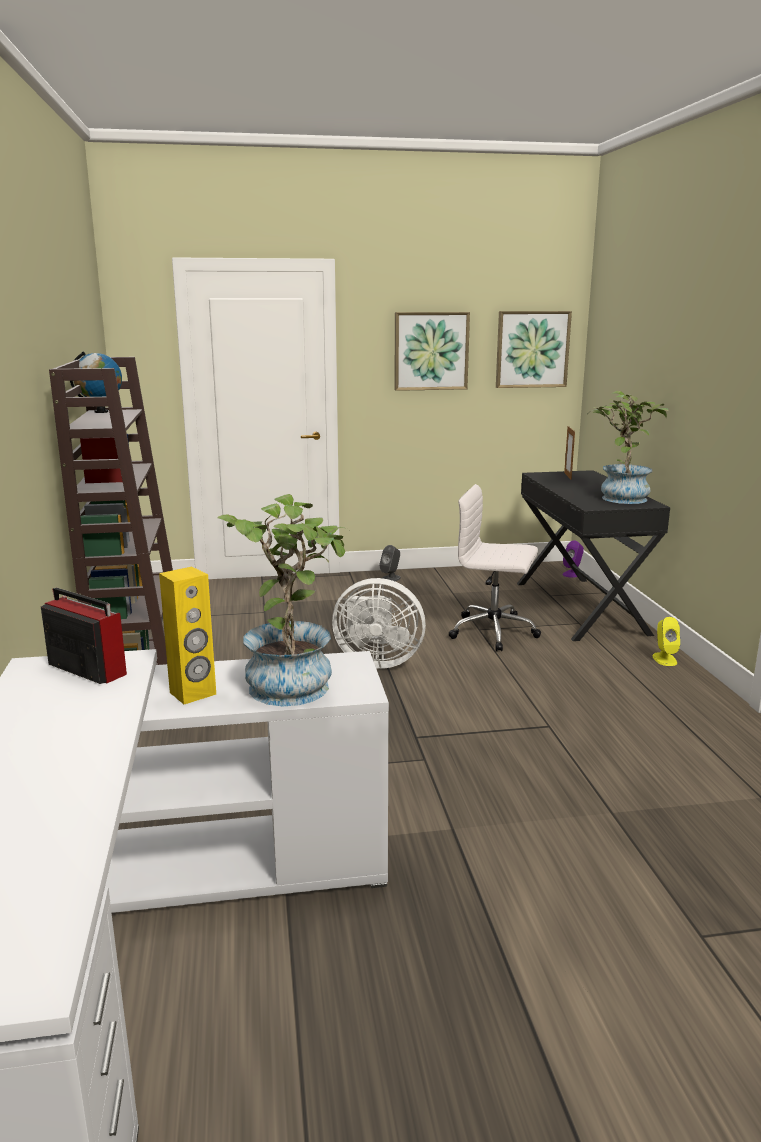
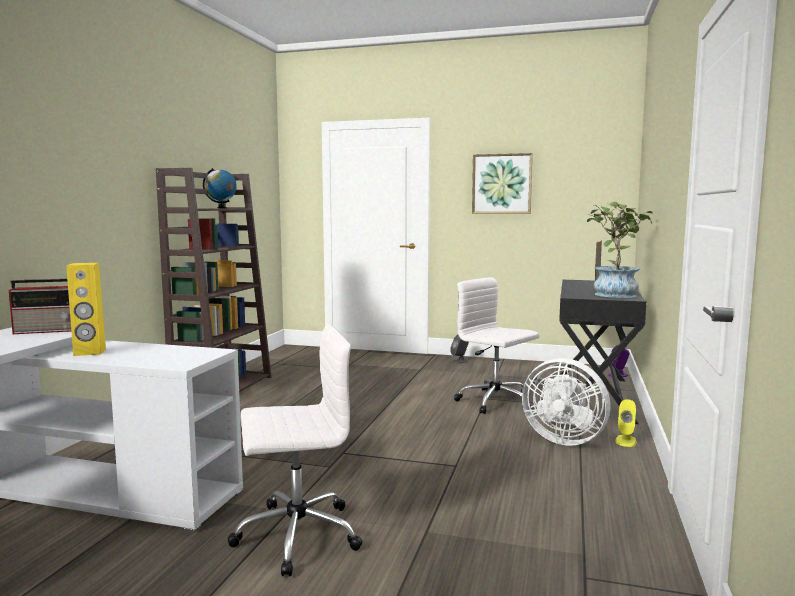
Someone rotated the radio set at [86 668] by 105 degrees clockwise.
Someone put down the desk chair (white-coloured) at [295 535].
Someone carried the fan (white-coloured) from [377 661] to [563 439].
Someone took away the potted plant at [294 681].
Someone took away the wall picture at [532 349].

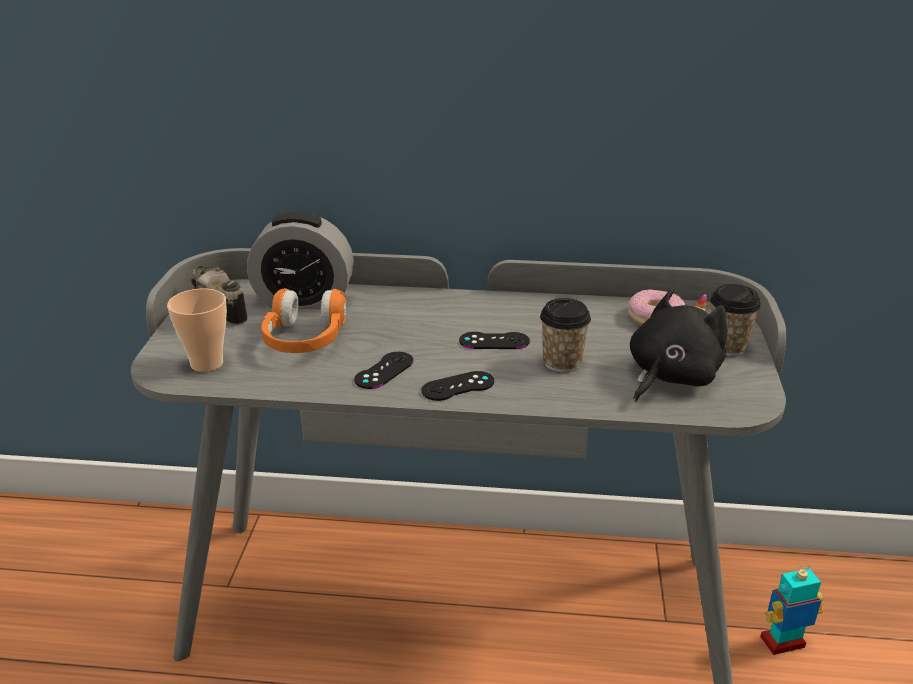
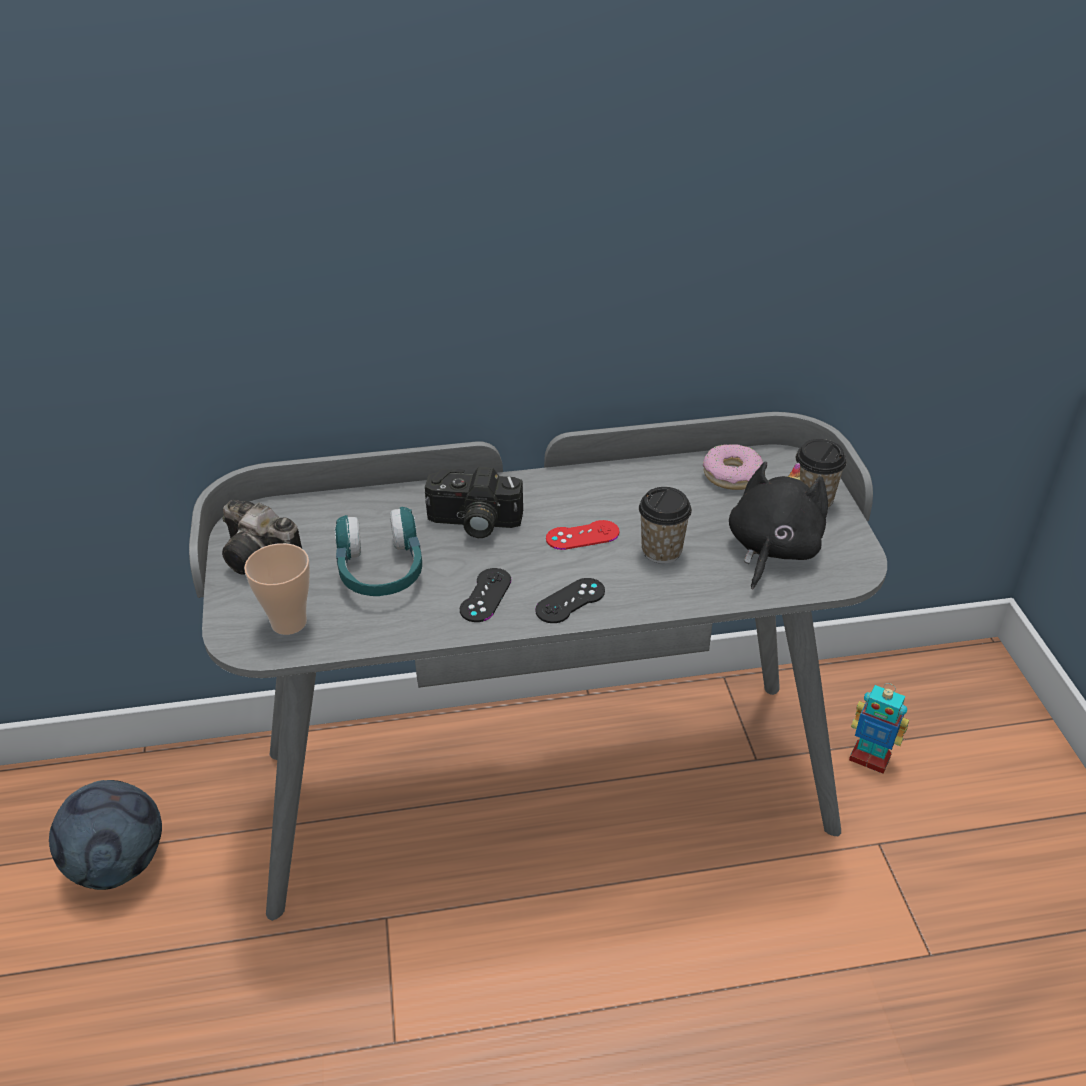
Someone put down the football ball at [119 864].
Someone repainted the headset (orange) at [304 340], which became the headset (blue-green) at [381 570].
Someone put down the still camera at [473 523].
Someone repainted the game controller (blackish) at [494 341], which became the game controller (red-coloured) at [582 535].
Someone rotated the toy robot at [783 643] by 120 degrees counterclockwise.
Someone took away the bedside clock at [304 300].

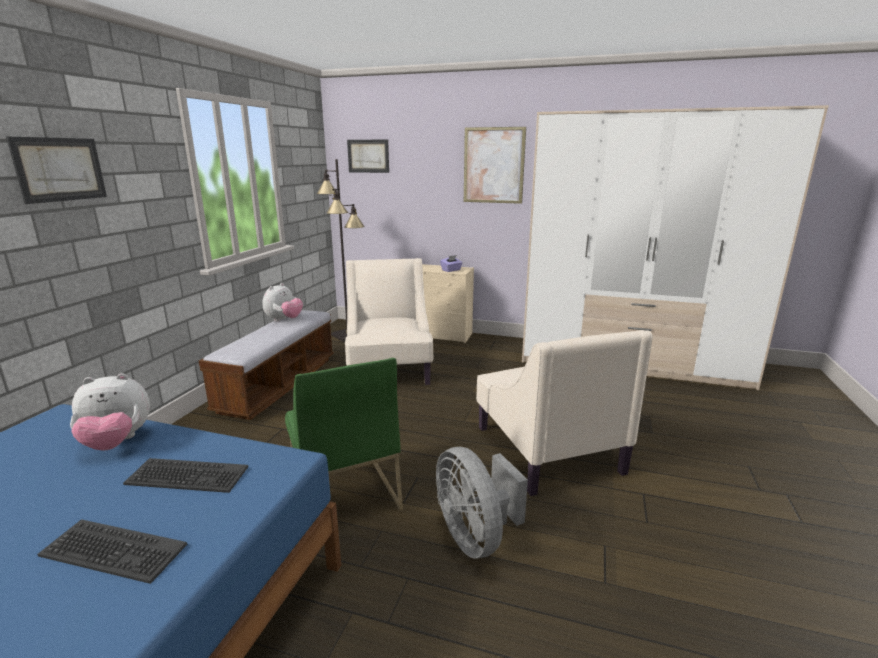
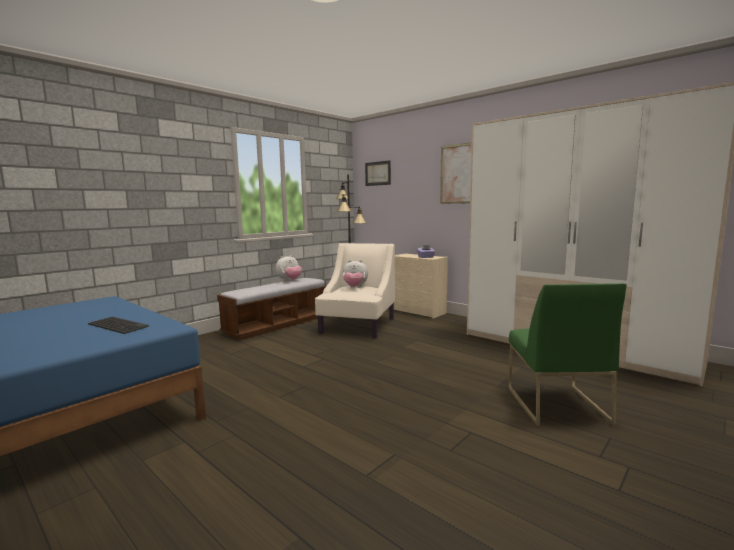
Someone carried the plush toy from [117 443] to [355 287].
Someone carried the chair (green) from [344 493] to [555 404].
Someone took away the wall picture at [60 169].
Someone took away the PC keyboard at [112 552].
Someone took away the fan (grey) at [475 536].
Someone took away the armchair (sand-coloured) at [547 448].

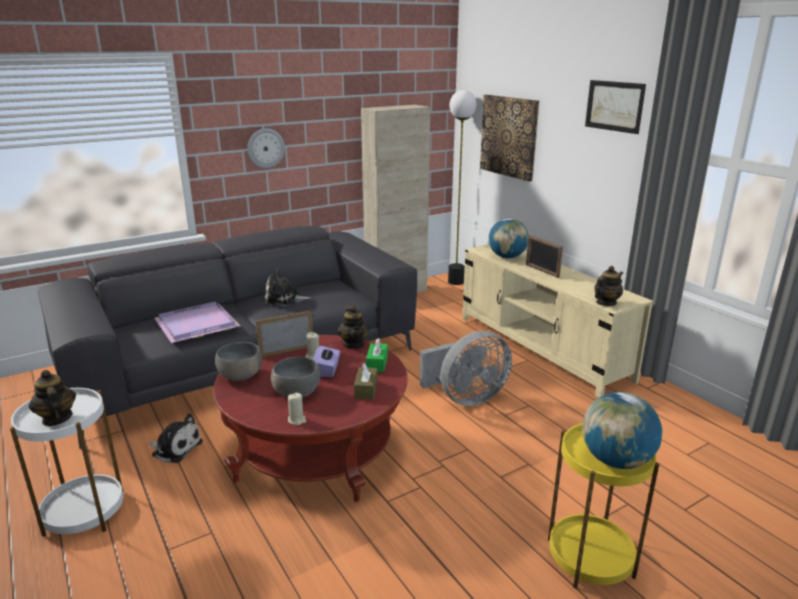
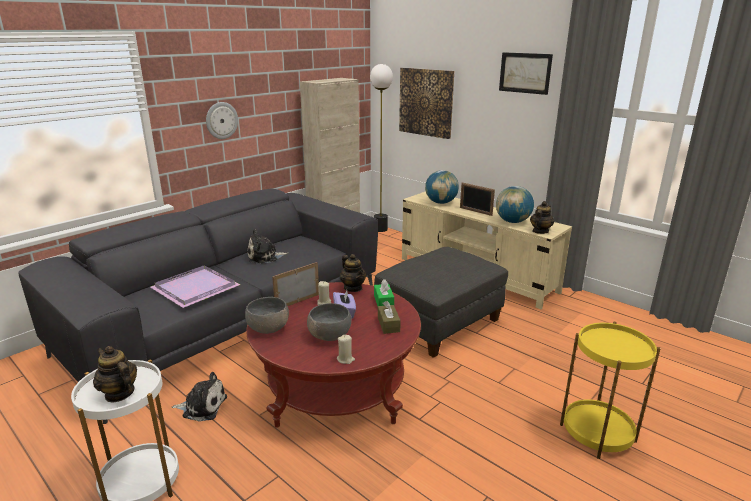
Someone swapped the fan (grey) at [466 398] for the footrest (grey) at [439 323].
Someone carried the world globe from [616 460] to [512 221].

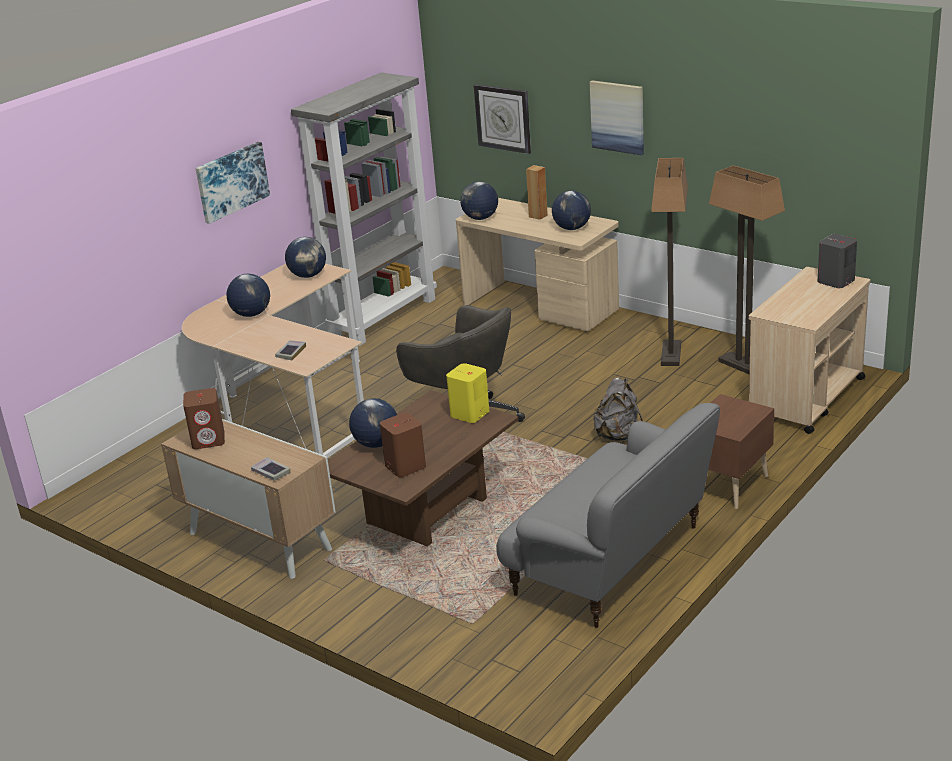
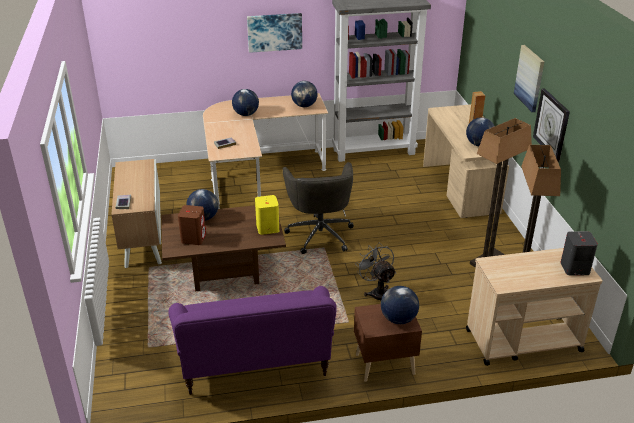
Someone repainted the couch (grey) at [611 562], which became the couch (purplish) at [255 363].
Someone swapped the rucksack (grey) at [619 436] for the fan (grey) at [377 292].
Someone carried the world globe from [480 218] to [398 319].
Someone carried the clock on the wall from [503 118] to [551 124].
Someone took away the loudspeaker (brown) at [209 440].

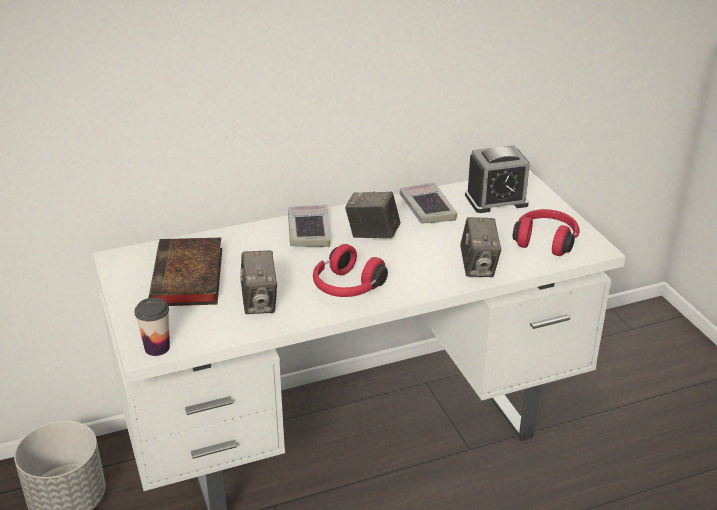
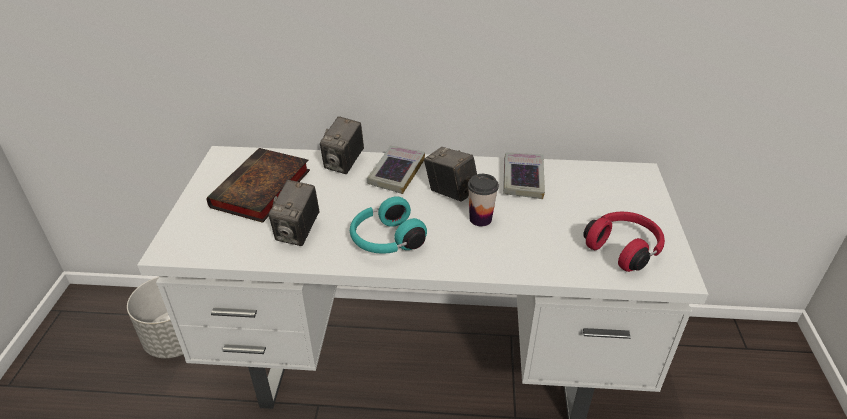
Someone carried the still camera from [478 267] to [344 163].
Someone repainted the headset (red-coloured) at [346 287], which became the headset (blue-green) at [386 240].
Someone carried the cup from [157 348] to [480 219].
Someone took away the bedside clock at [496 200].

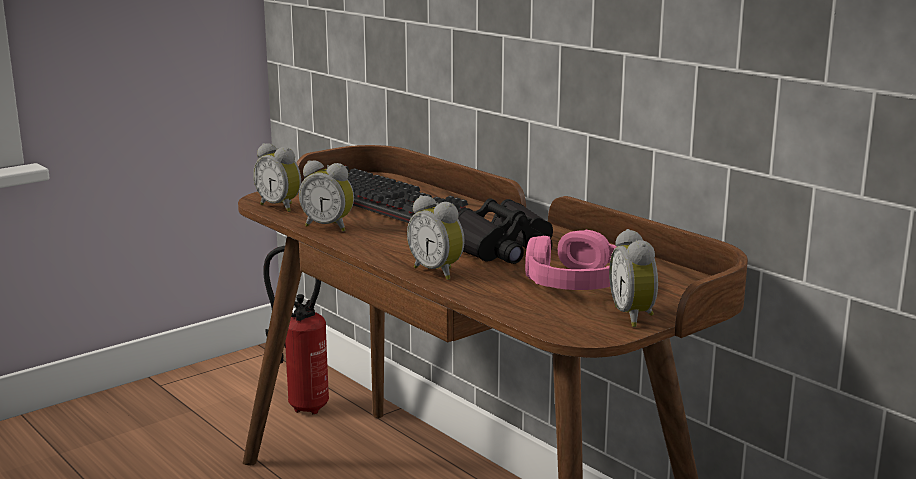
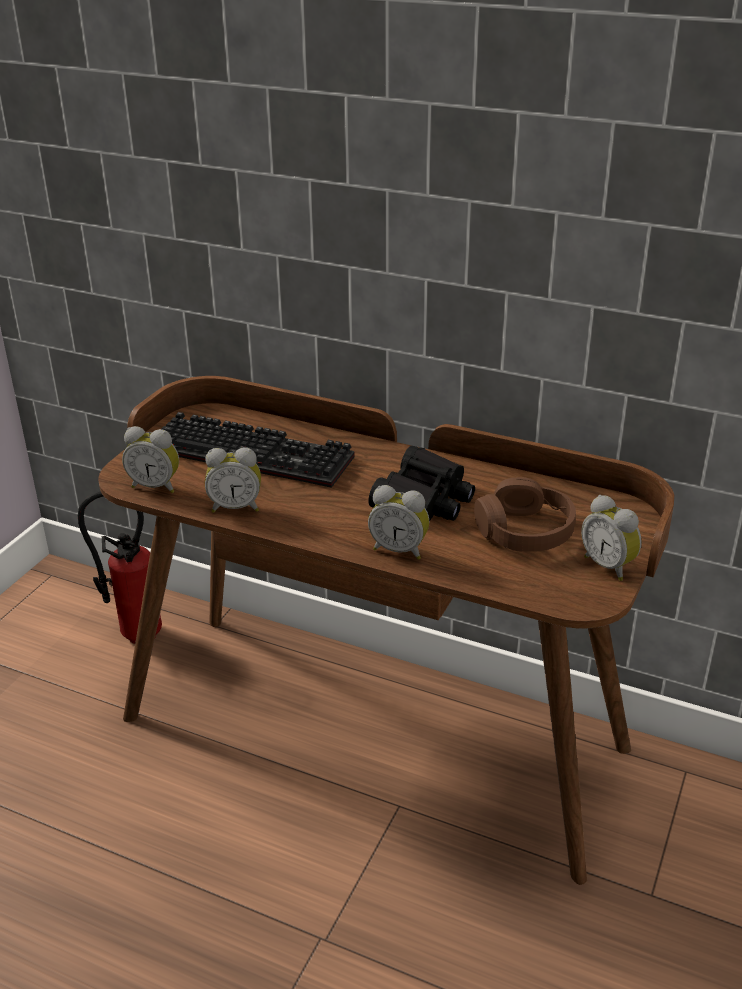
Someone repainted the headset (pink) at [574 282], which became the headset (brown) at [524 531].

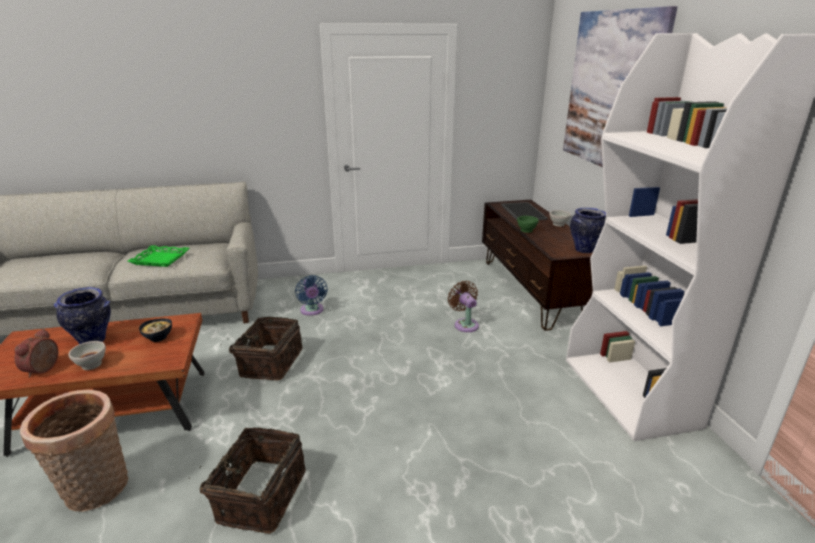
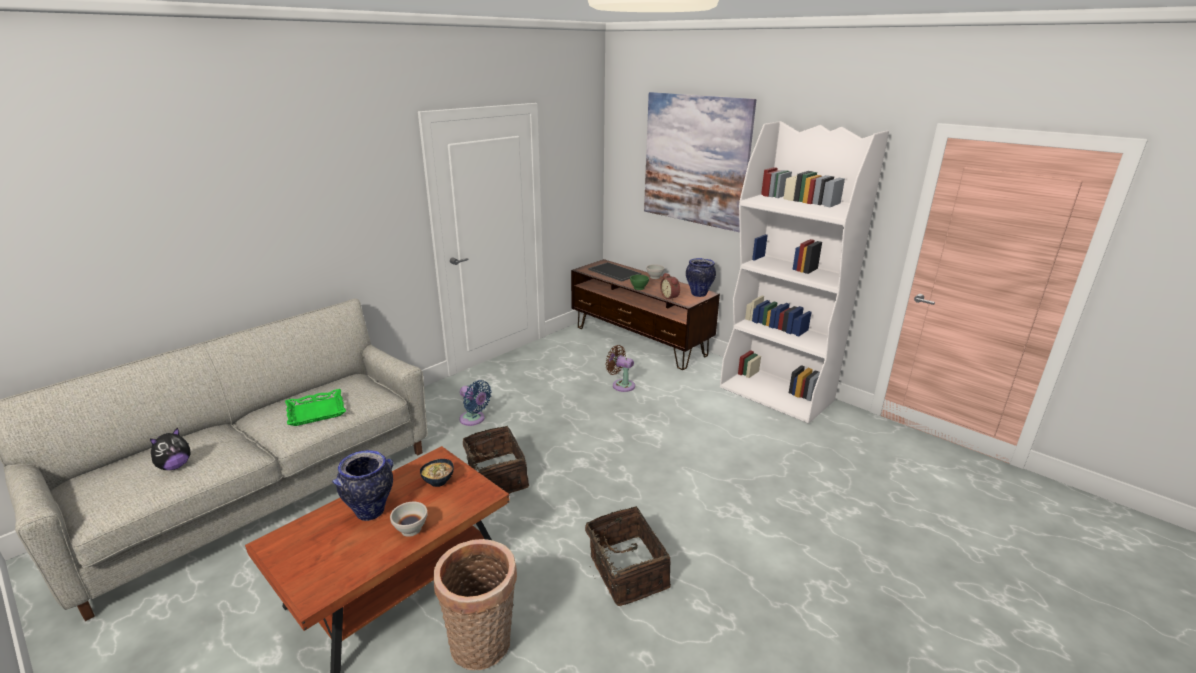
Someone put down the plush toy at [175 466].
Someone carried the bedside clock from [44 369] to [670 297].

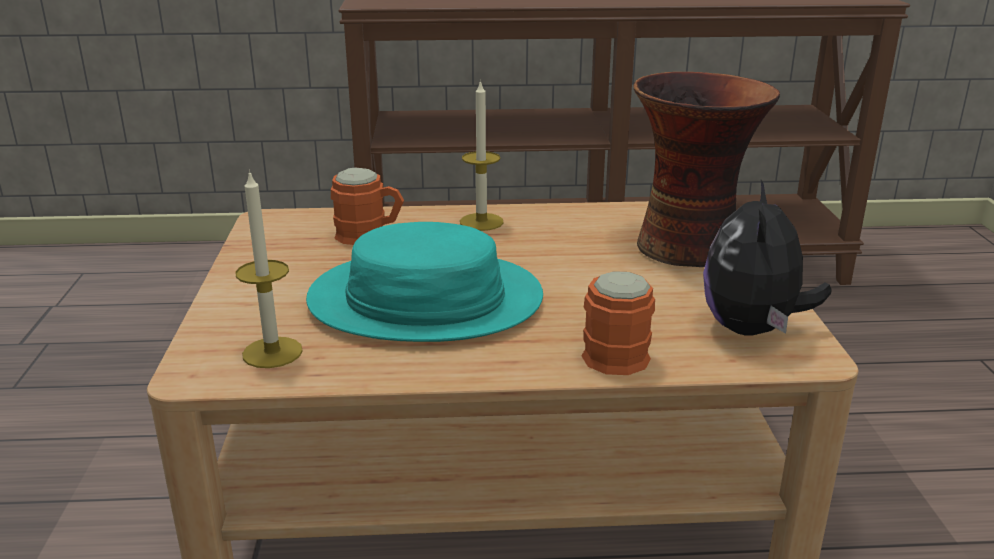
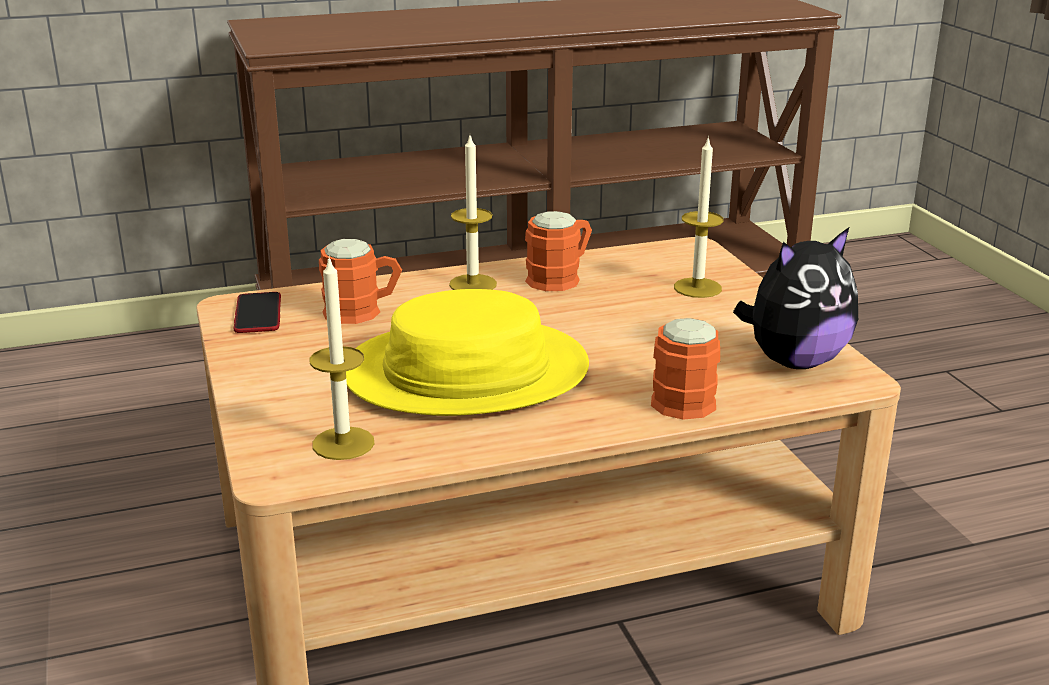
Someone put down the telephone at [258 314].
Someone repainted the hat (blue-green) at [425 301], which became the hat (yellow-coloured) at [466 372].
Someone put down the coffee mug (orange) at [560 278].
Someone swapped the flower vase at [690 247] for the wax candle at [697 288].
Someone rotated the plush toy at [753 330] by 120 degrees counterclockwise.

